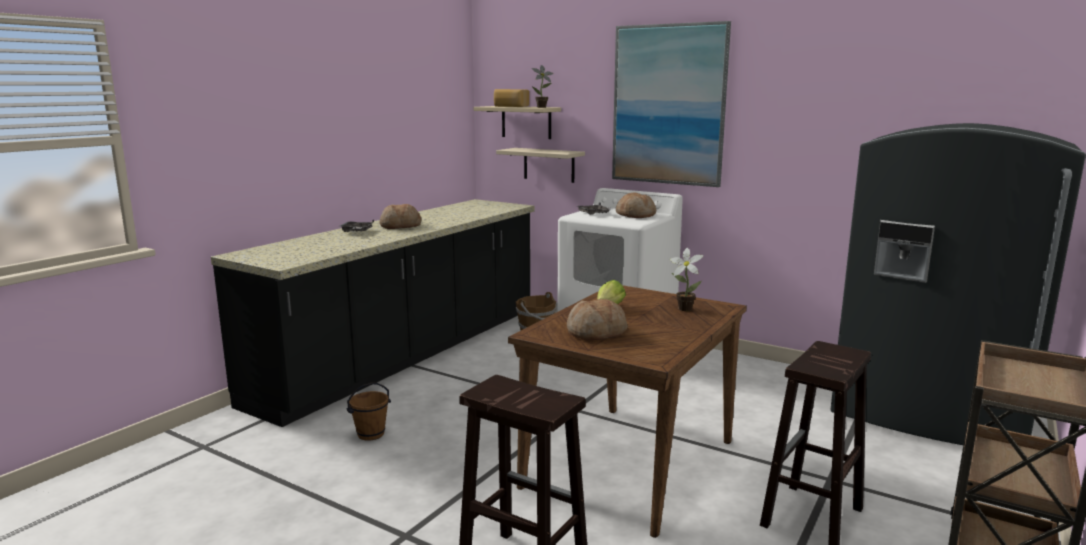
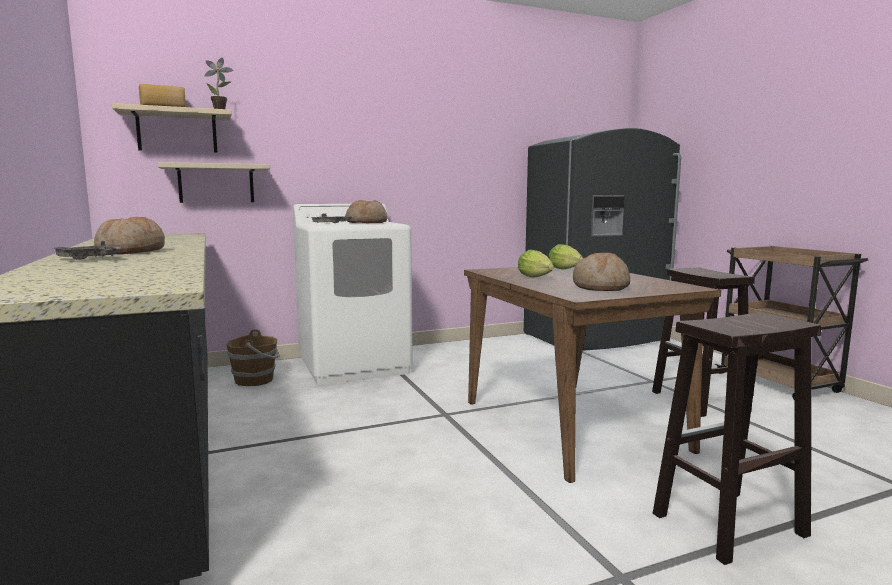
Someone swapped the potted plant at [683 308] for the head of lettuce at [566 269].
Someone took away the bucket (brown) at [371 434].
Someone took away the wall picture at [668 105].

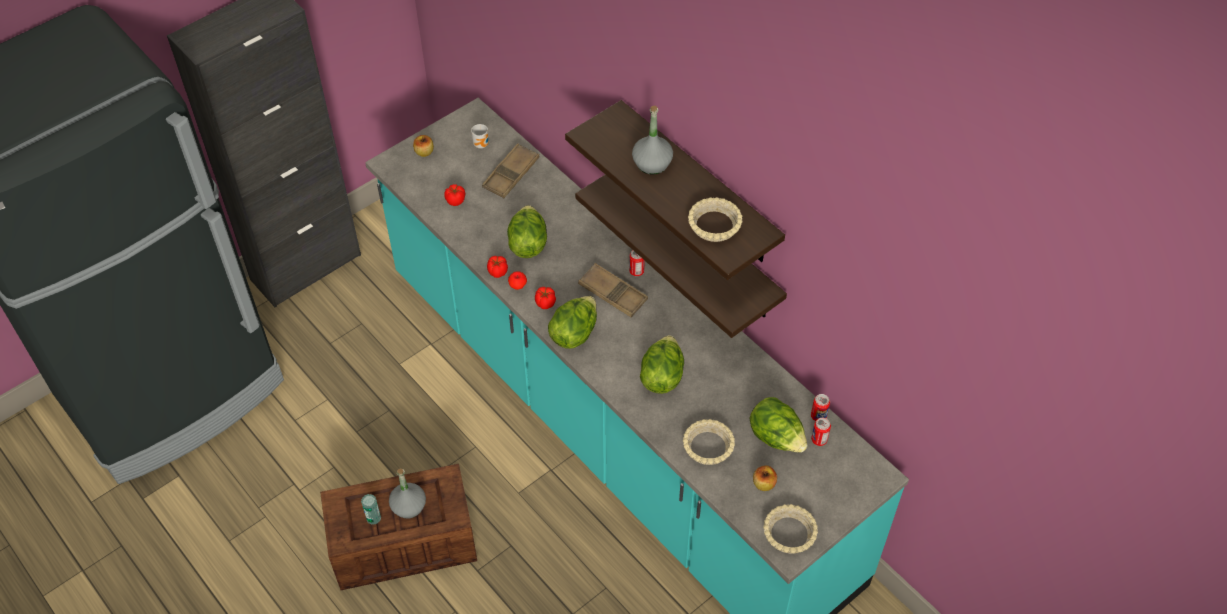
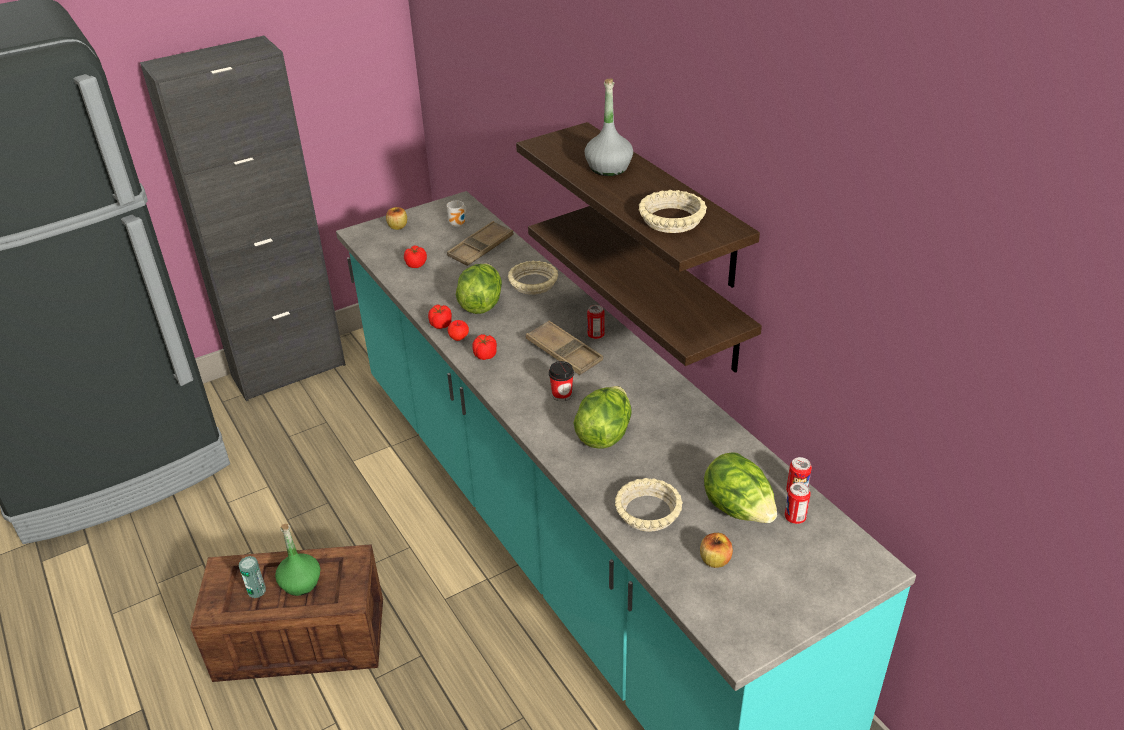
Someone repainted the drink bottle (grey) at [408 506], which became the drink bottle (green) at [300 583].
Someone carried the serving bowl (sand-coloured) from [789 532] to [533 283].
Someone put down the cup at [562 395].
Someone took away the head of lettuce at [574 333].

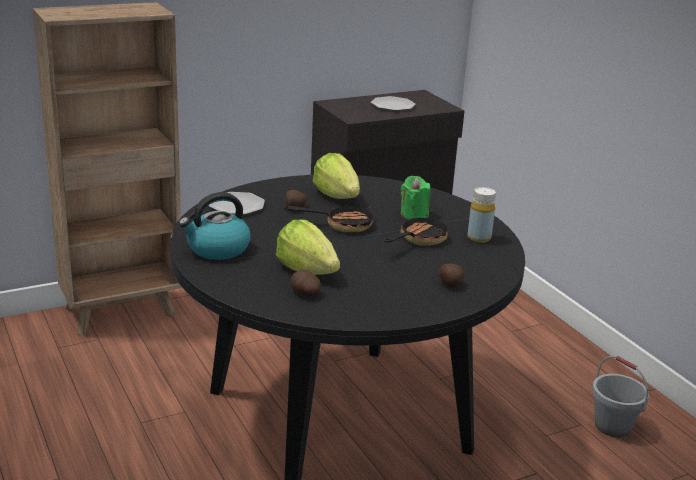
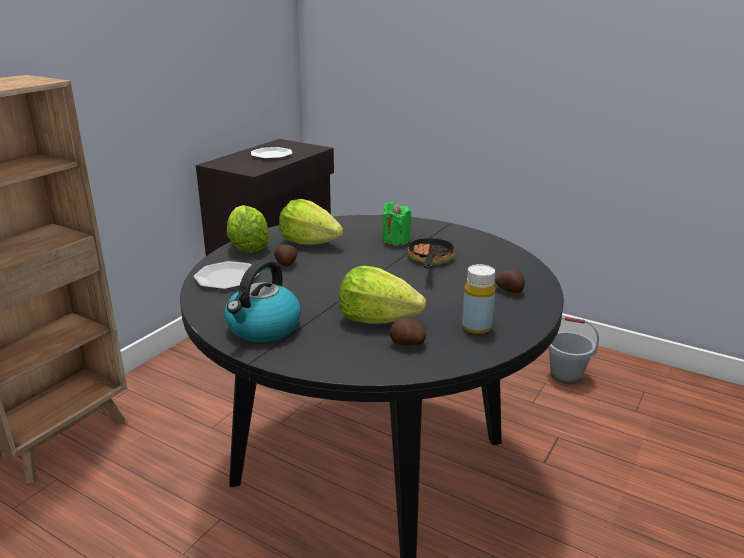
Someone put down the head of lettuce at [247 246].
Someone carried the drink bottle (yellow-coloured) from [479 238] to [476 327].
Someone took away the skillet at [341 224].

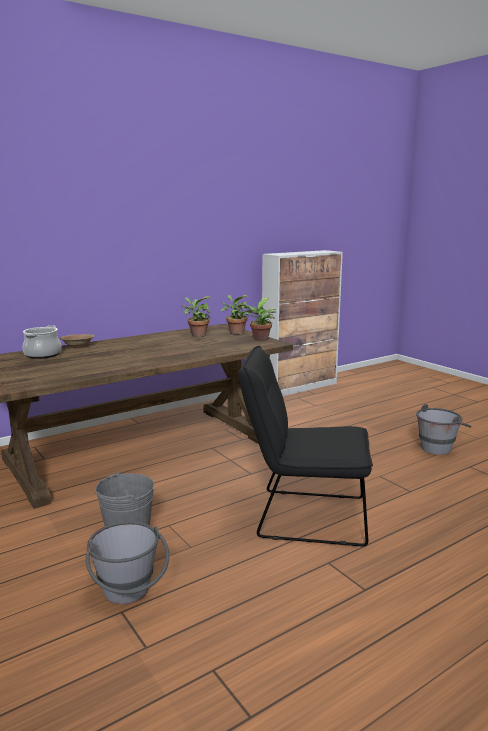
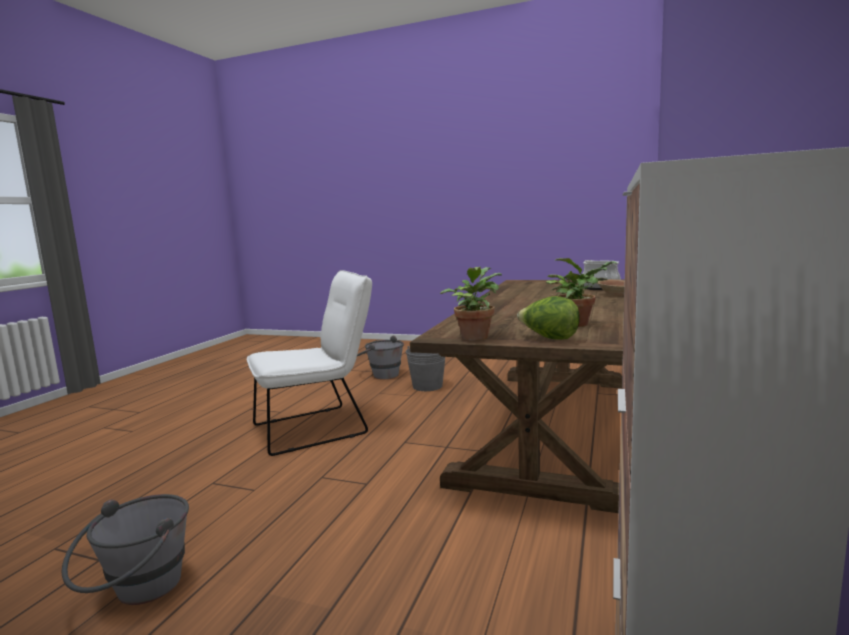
Someone repainted the chair (blackish) at [303 516], which became the chair (white-coloured) at [318 427].
Someone swapped the potted plant at [235 332] for the head of lettuce at [549 338].

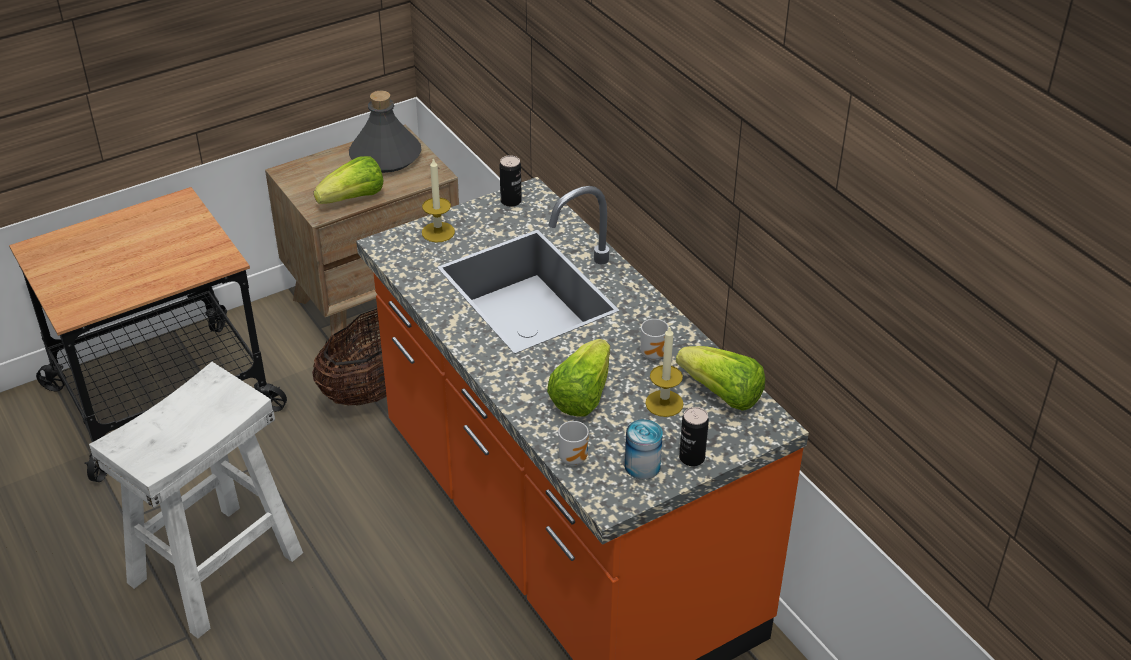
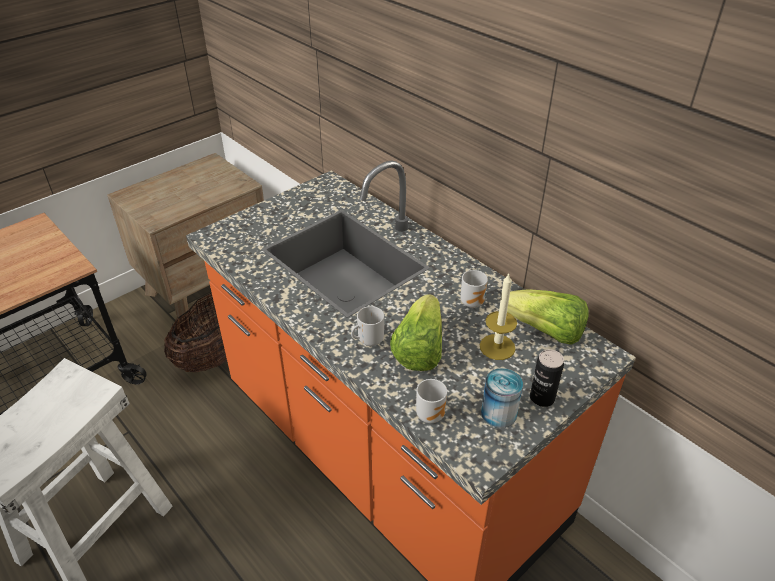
Someone put down the coffee mug at [368 341].
Someone took away the head of lettuce at [354 198].
Someone took away the drink bottle (grey) at [386 156].
Someone took away the wax candle at [438 232].
Someone took away the sealed can at [511 201].

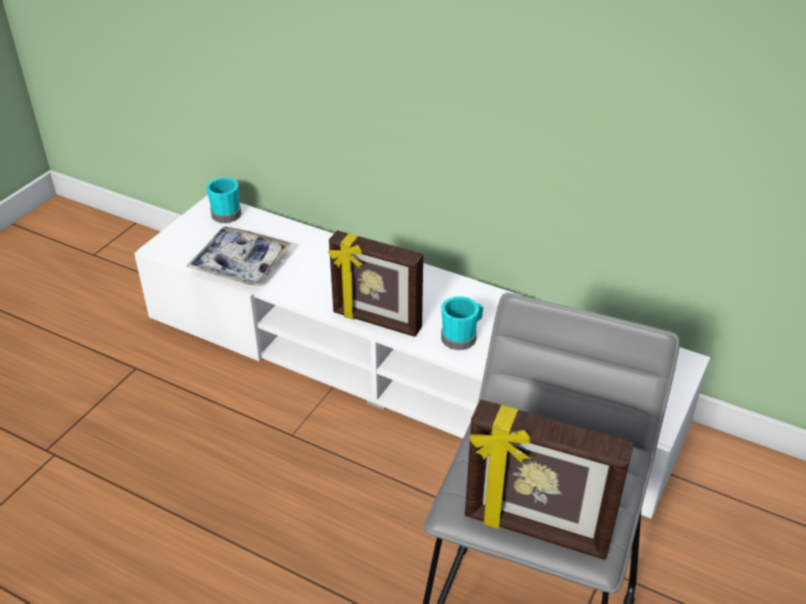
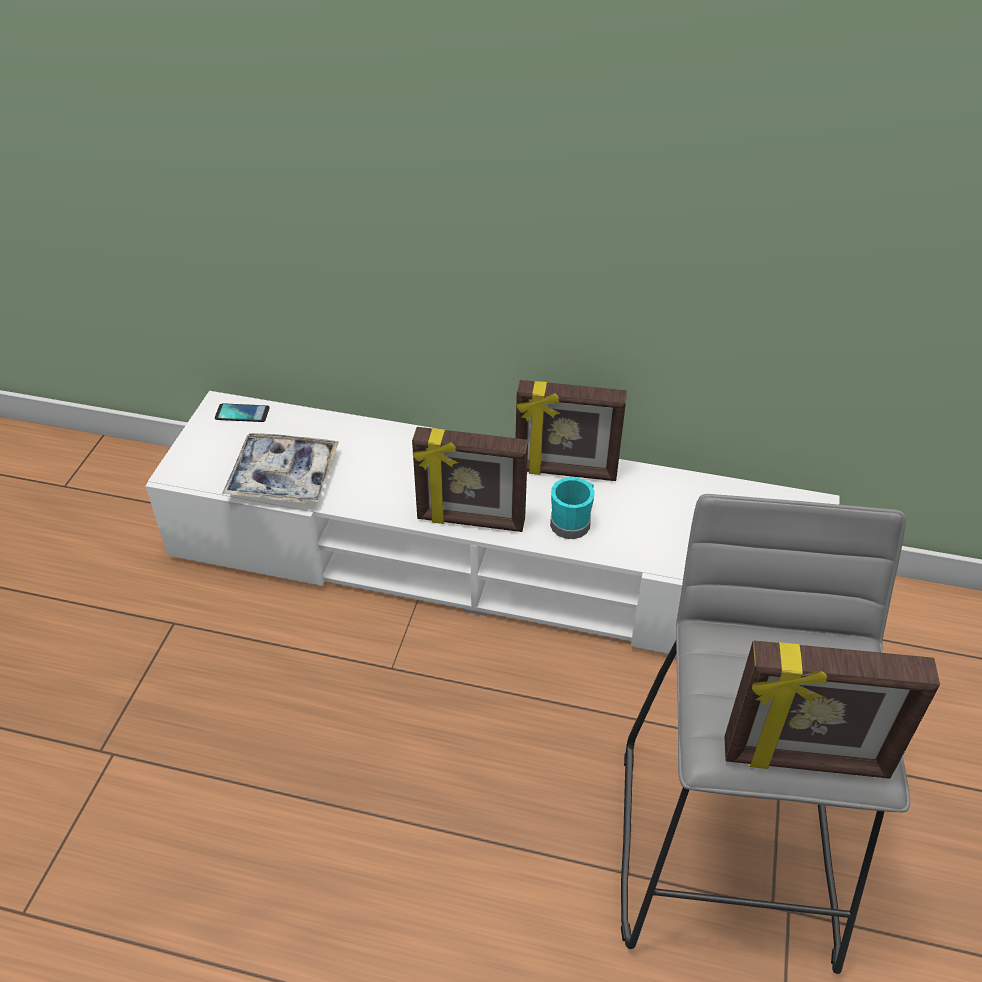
Someone swapped the coffee mug (blue-green) at [228 213] for the telephone at [242 413].
Someone put down the photo frame at [565 472].

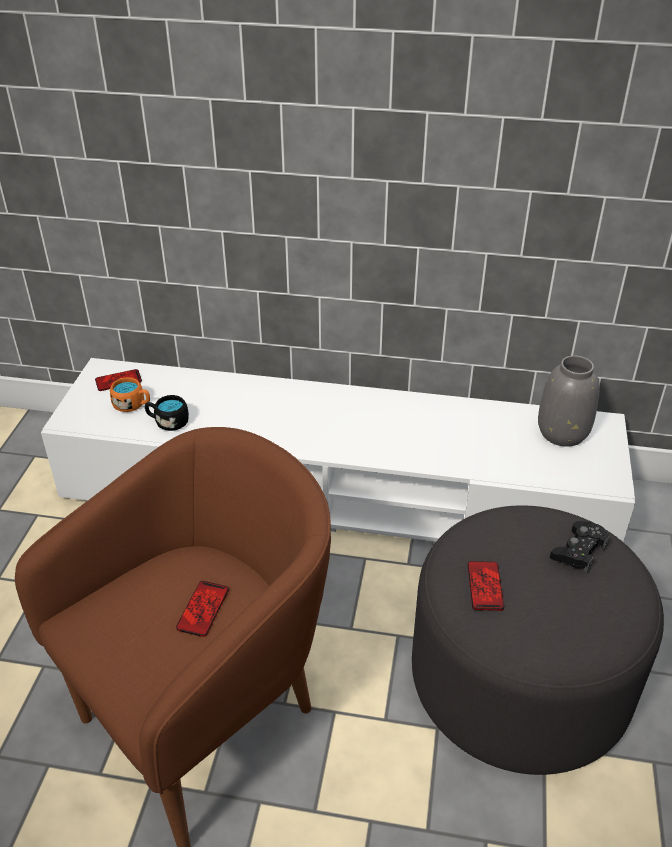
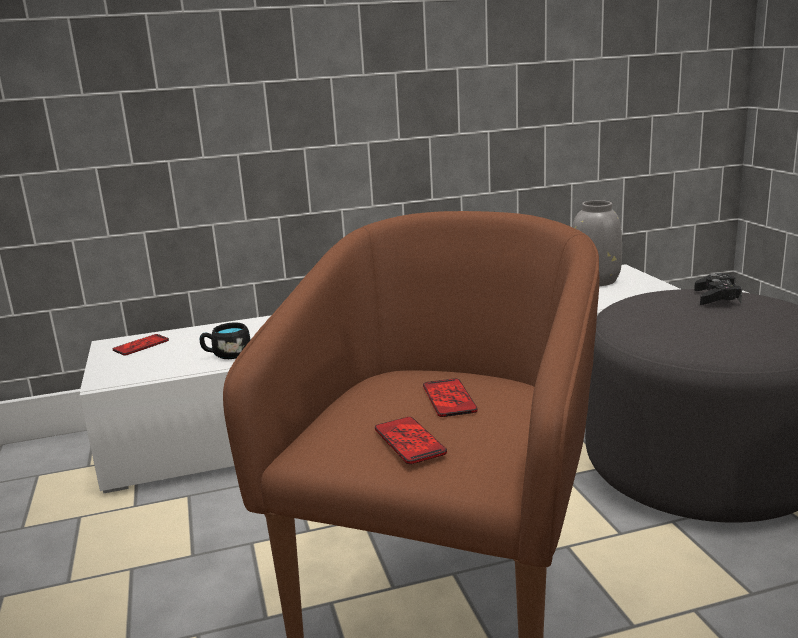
Someone carried the telephone from [485 586] to [409 441].
Someone took away the coffee mug (orange) at [133 405].

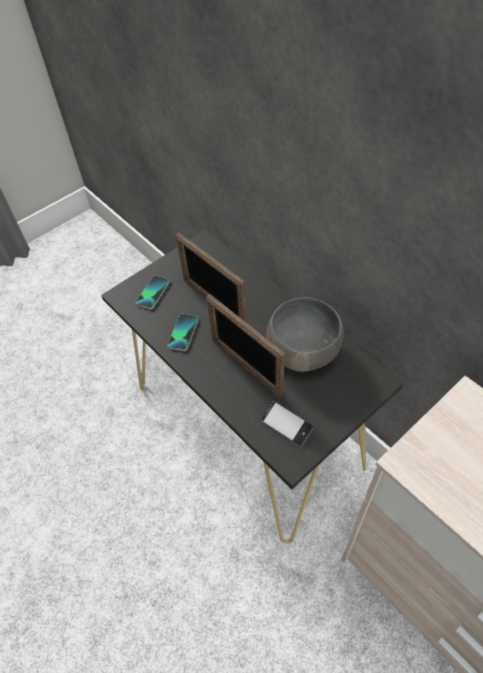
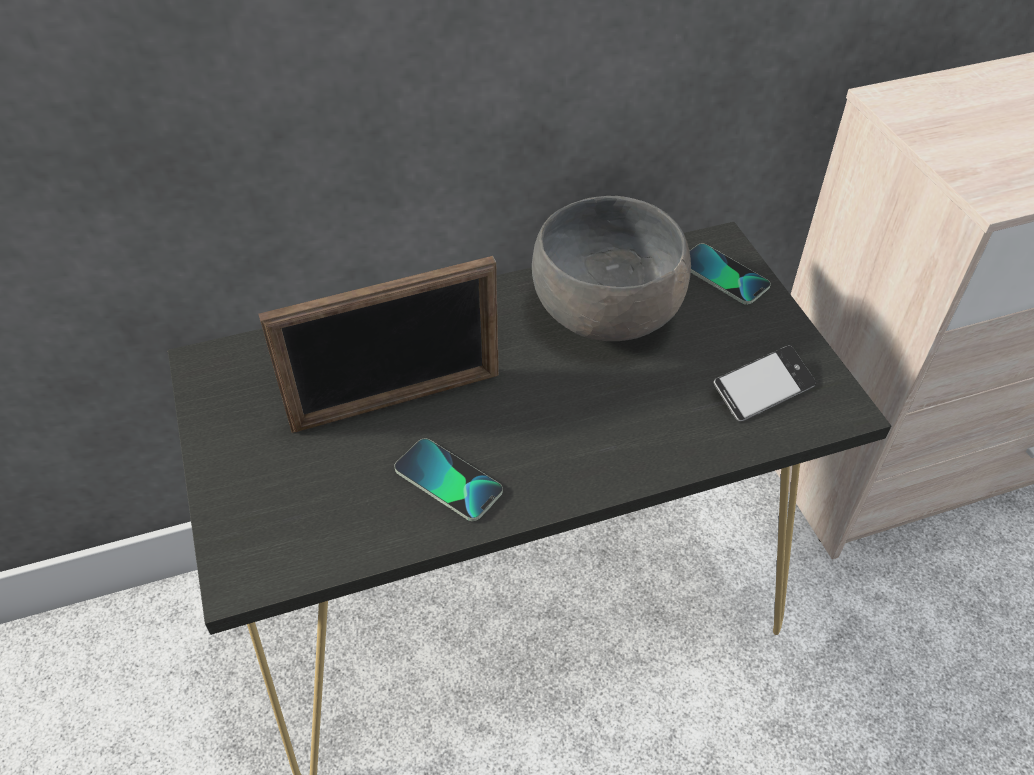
Someone carried the telephone from [152 293] to [723 275].
Someone took away the photo frame at [245 366].

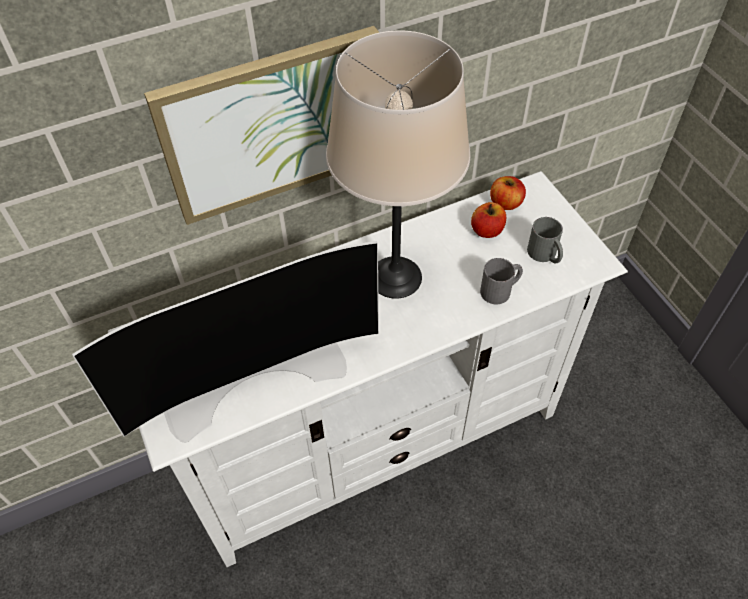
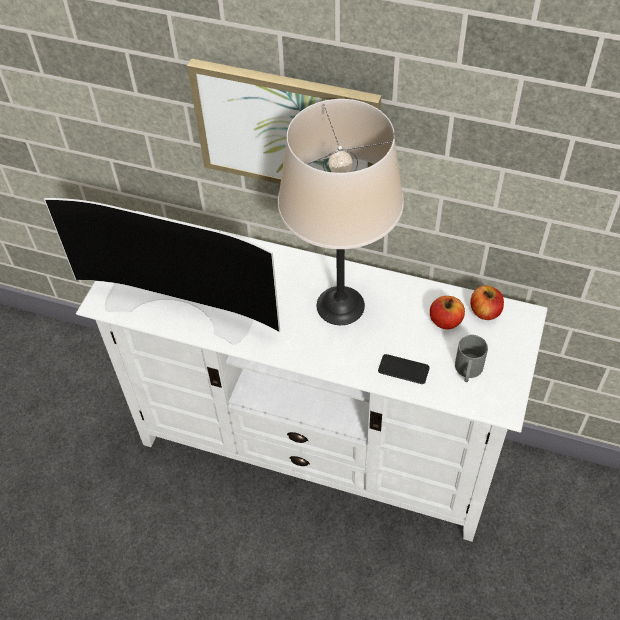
Someone swapped the coffee mug (grey) at [501 290] for the telephone at [403 369].

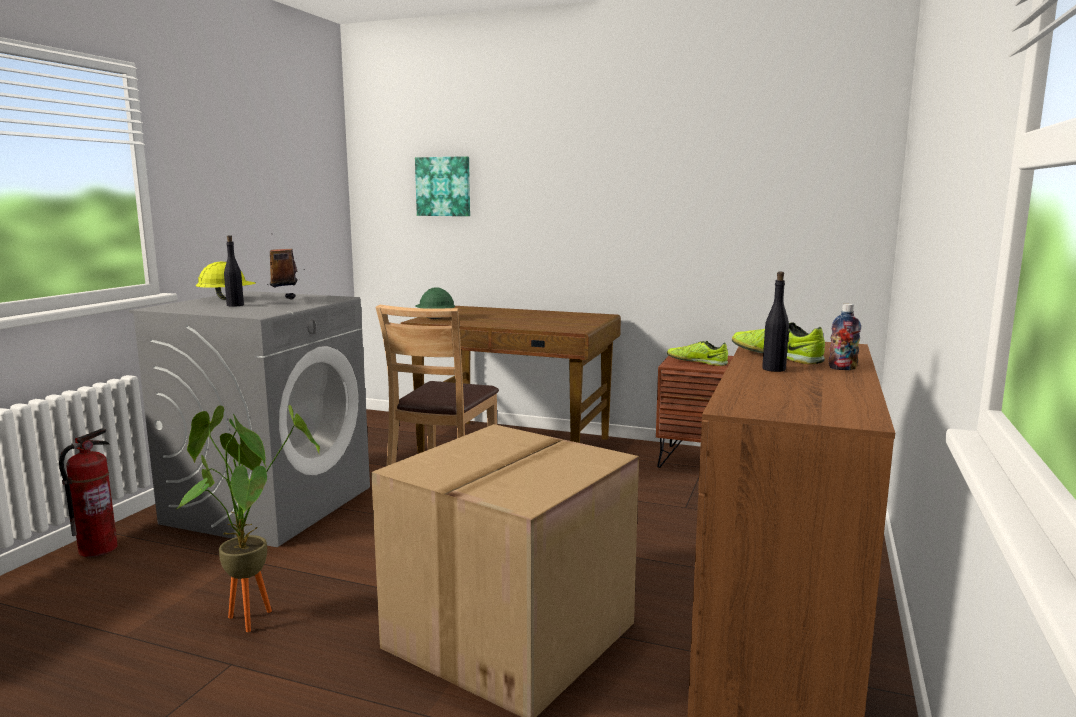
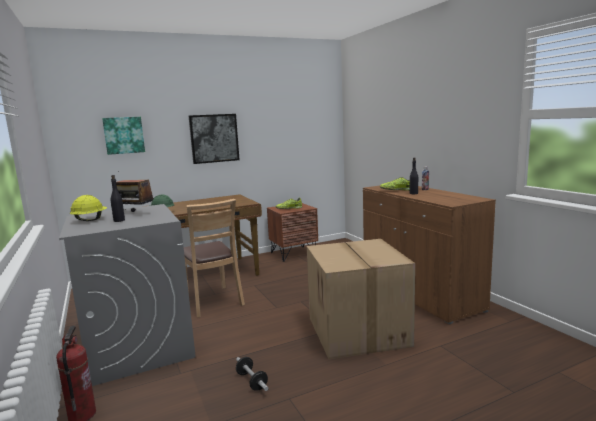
Someone put up the wall picture at [214 138].
Someone swapped the potted plant at [253 614] for the hand weight at [252 381].

